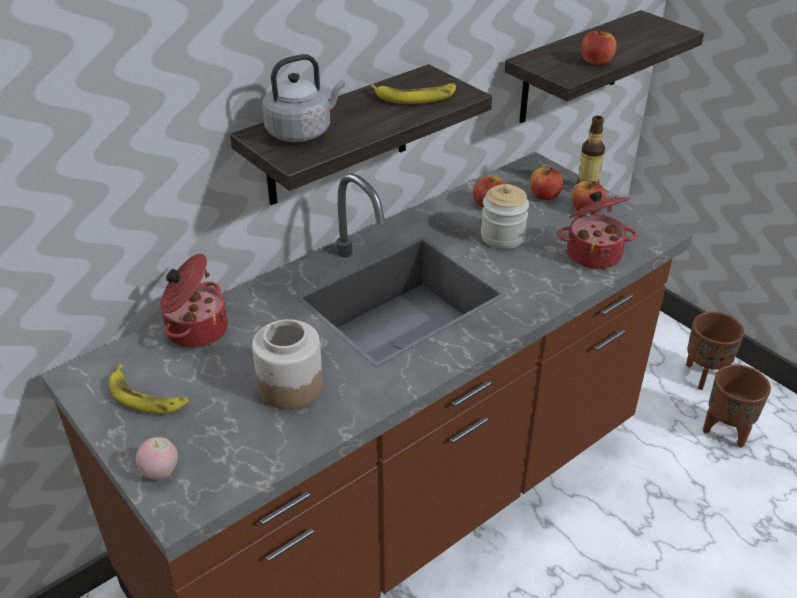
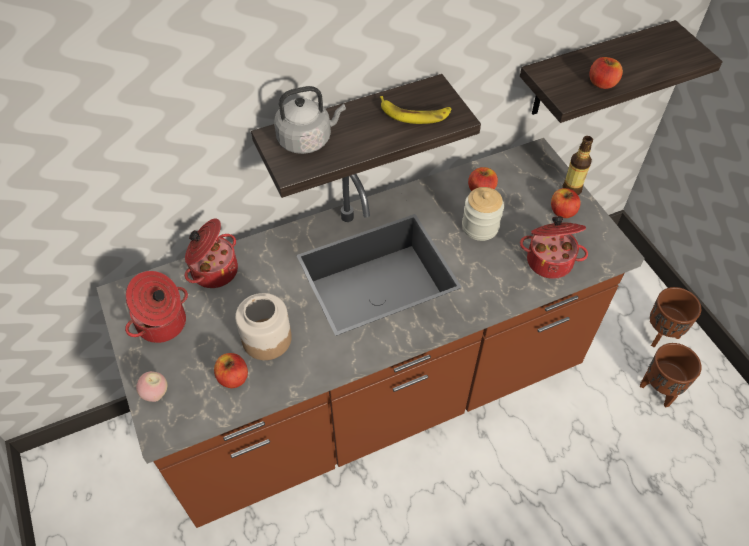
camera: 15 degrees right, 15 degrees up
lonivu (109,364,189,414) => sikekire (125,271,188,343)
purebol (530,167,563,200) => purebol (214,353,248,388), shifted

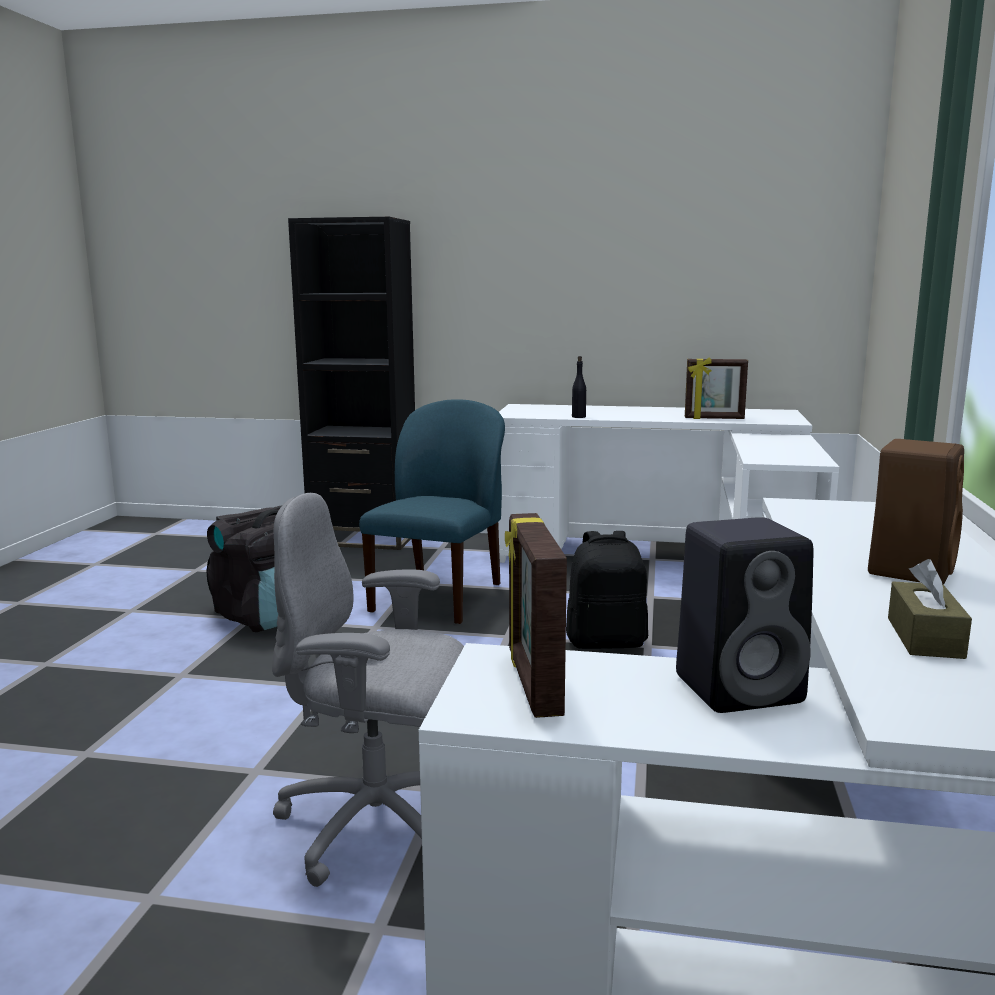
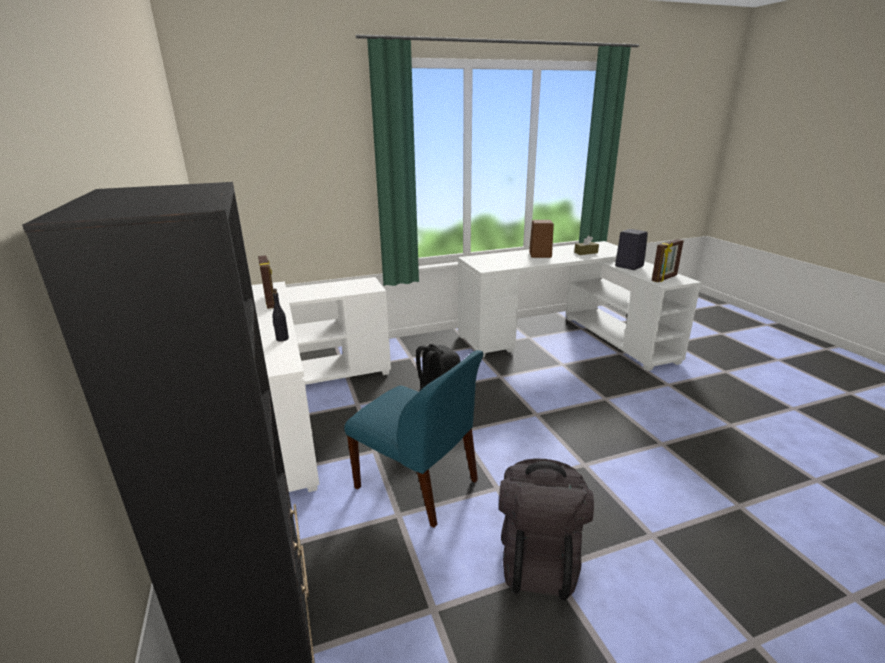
camera: 120 degrees left, 10 degrees up
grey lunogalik (272,493,464,887) => nothing
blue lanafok (359,399,505,624) => blue lanafok (344,350,483,528), 135 degrees counterclockwise

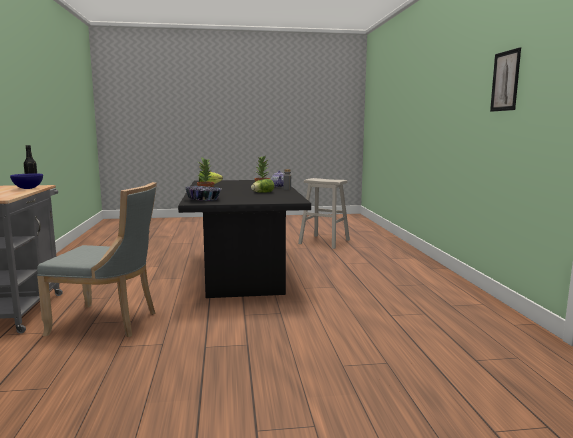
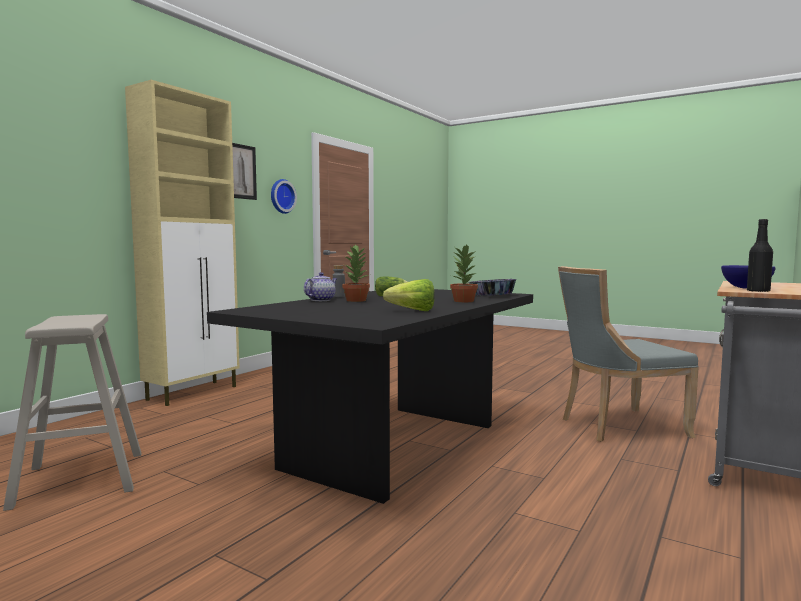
camera: 140 degrees left, 5 degrees down
grey lanafok (37,182,157,337) => grey lanafok (558,266,699,442), 60 degrees counterclockwise
nothing => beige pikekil (125,80,240,406)
nothing => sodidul (271,179,297,214)

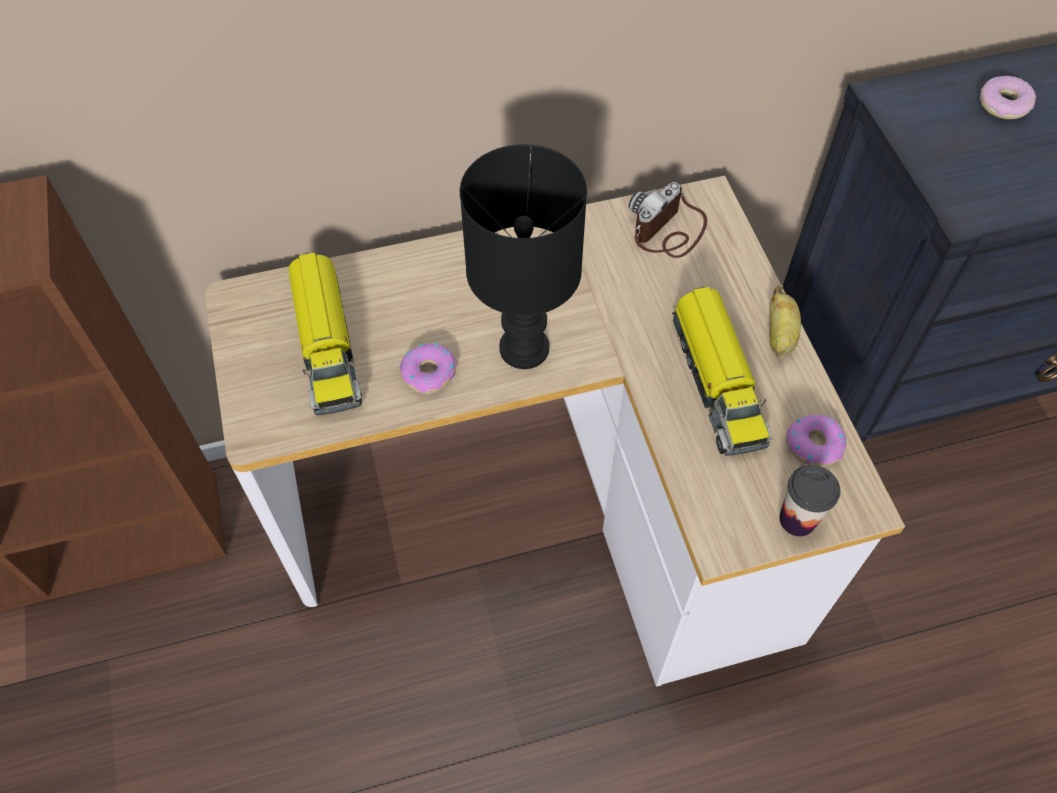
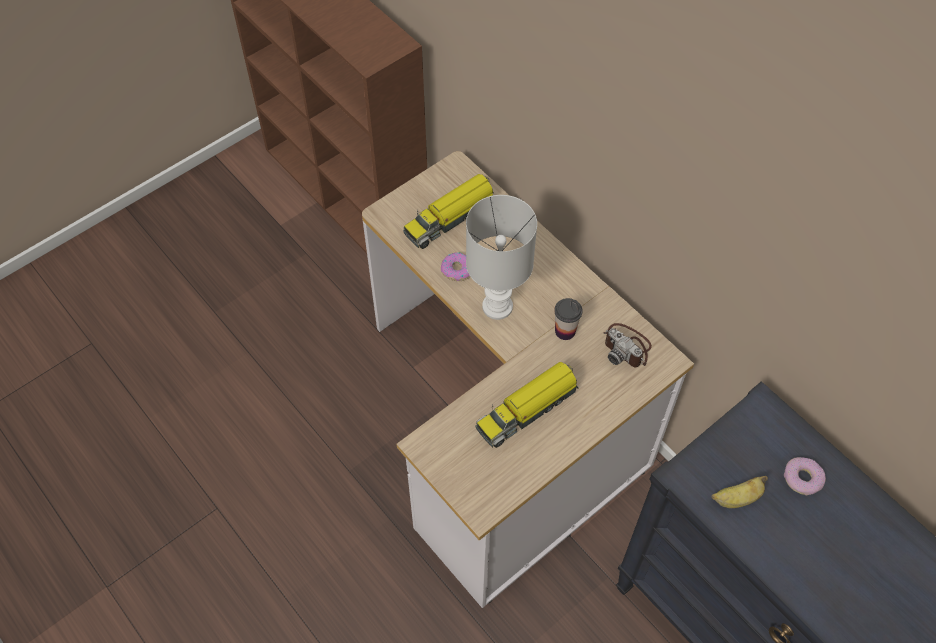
camera: 65 degrees right, 0 degrees up
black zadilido (460,144,587,369) => white zadilido (466,195,537,320)
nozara (628,182,707,258) => nozara (603,323,652,367), 150 degrees counterclockwise
lonivu (769,285,801,357) => lonivu (711,476,768,508), shifted
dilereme (779,465,840,536) => dilereme (554,298,583,340), shifted
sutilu (786,415,846,466) => nothing

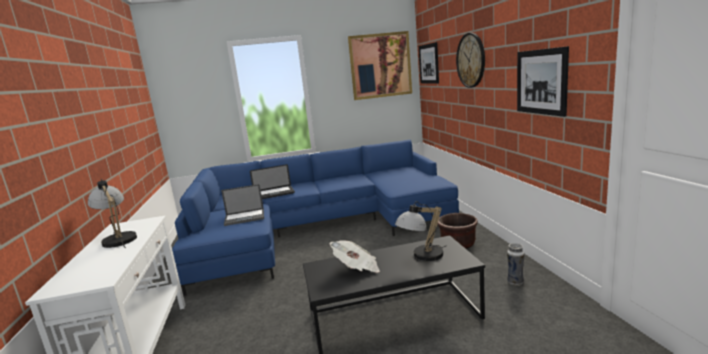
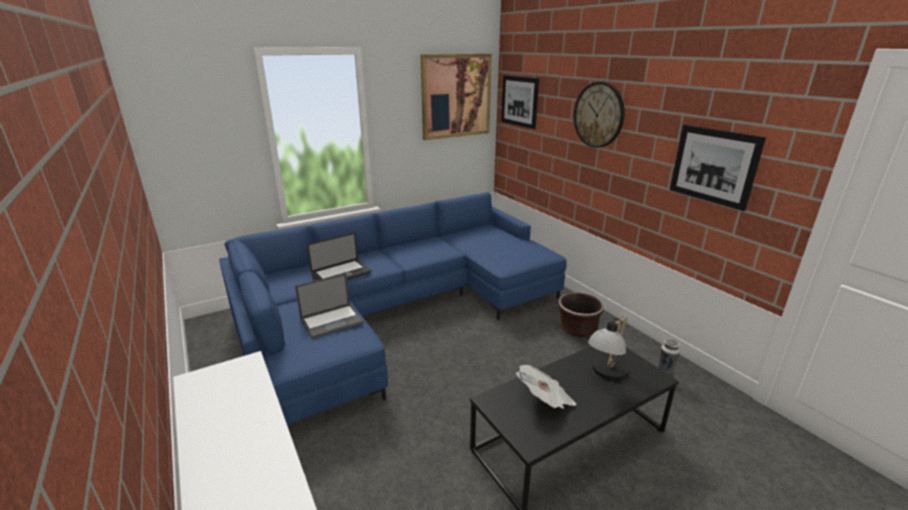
camera: 20 degrees left, 10 degrees up
zadilido (88,179,137,248) => nothing

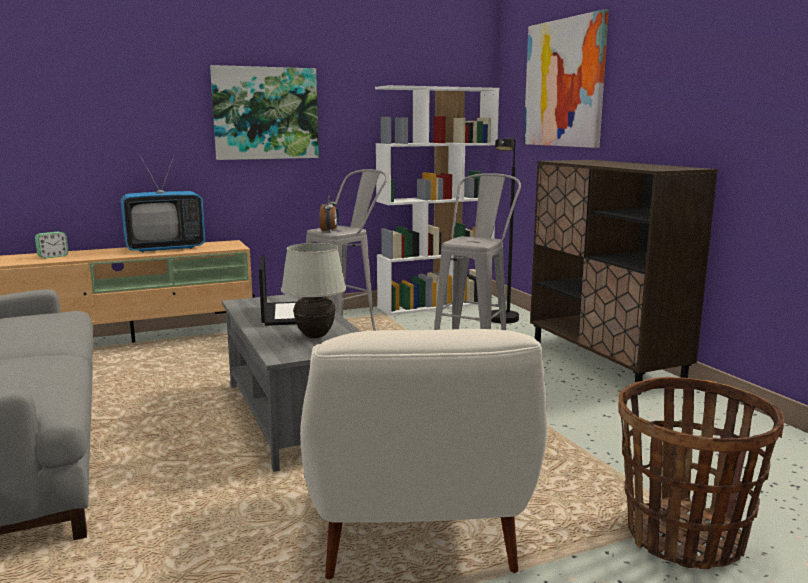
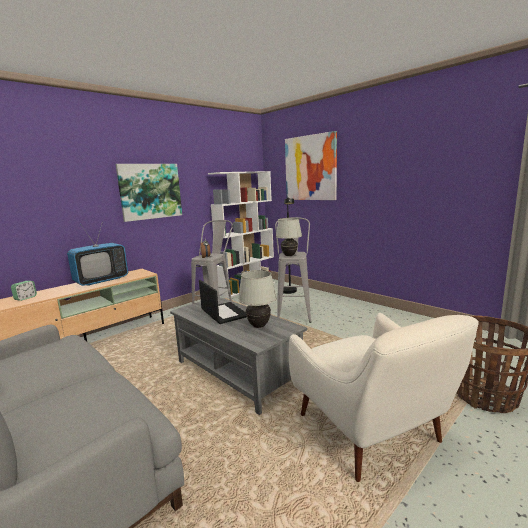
camera: 20 degrees left, 0 degrees up
brown pikekil (530,160,718,395) => nothing
nothing => white zadilido (276,218,302,256)

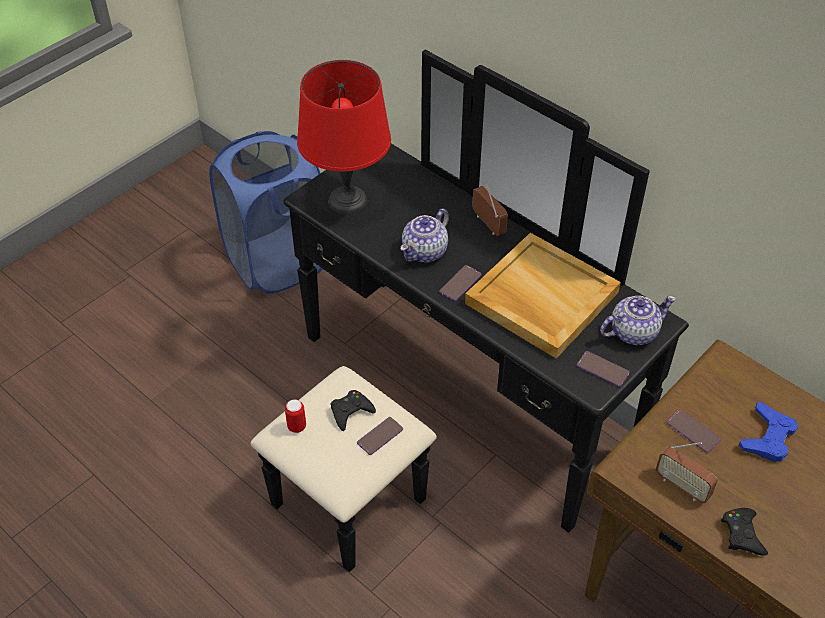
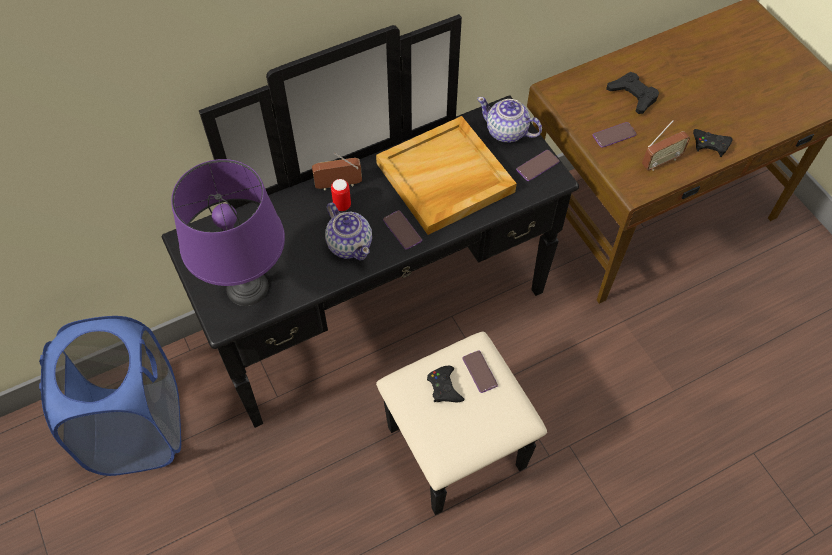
camera: 70 degrees left, 10 degrees up
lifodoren (285,399,306,433) => lifodoren (331,179,351,211), shifted
red zadilido (297,60,391,214) => purple zadilido (171,159,285,306)
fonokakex (600,296,676,345) => fonokakex (477,97,542,143), 60 degrees counterclockwise
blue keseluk (738,402,798,462) => black keseluk (606,72,659,114)

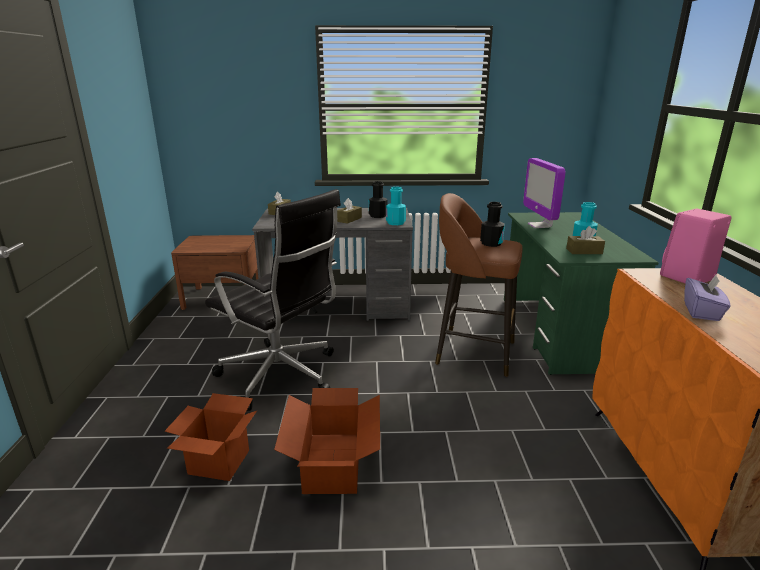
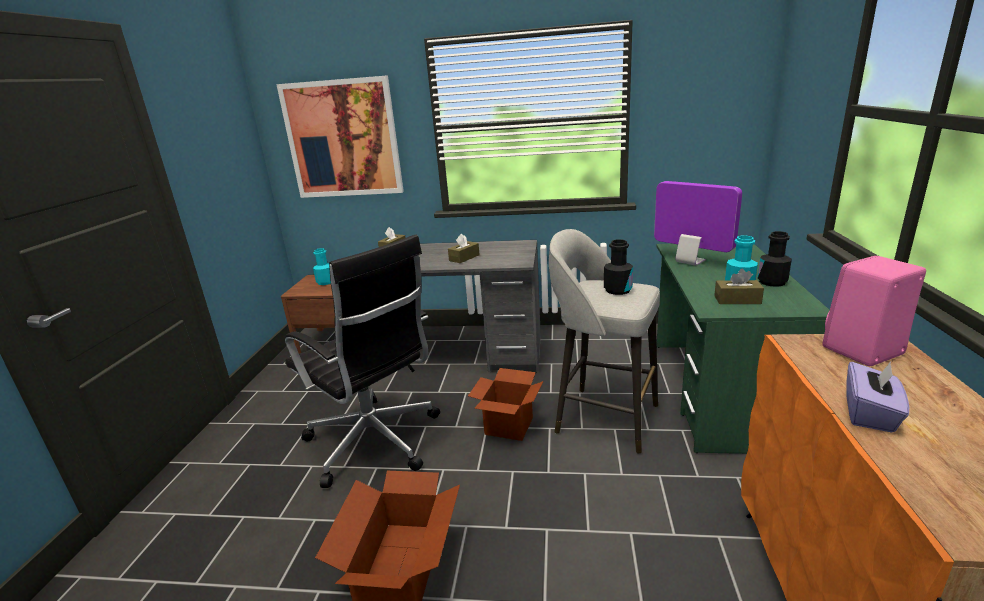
camera: 10 degrees right, 0 degrees up
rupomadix (165,393,257,481) => rupomadix (468,368,543,441), shifted
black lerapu (369,181,387,218) => black lerapu (757,231,792,287), shifted
turquoise lerapu (386,187,406,225) => turquoise lerapu (313,248,331,285), shifted
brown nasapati (435,193,523,377) => grey nasapati (549,229,660,454)
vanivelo (523,158,565,228) => vanivelo (654,181,742,266), 135 degrees clockwise
nothing => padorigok (276,76,404,198)

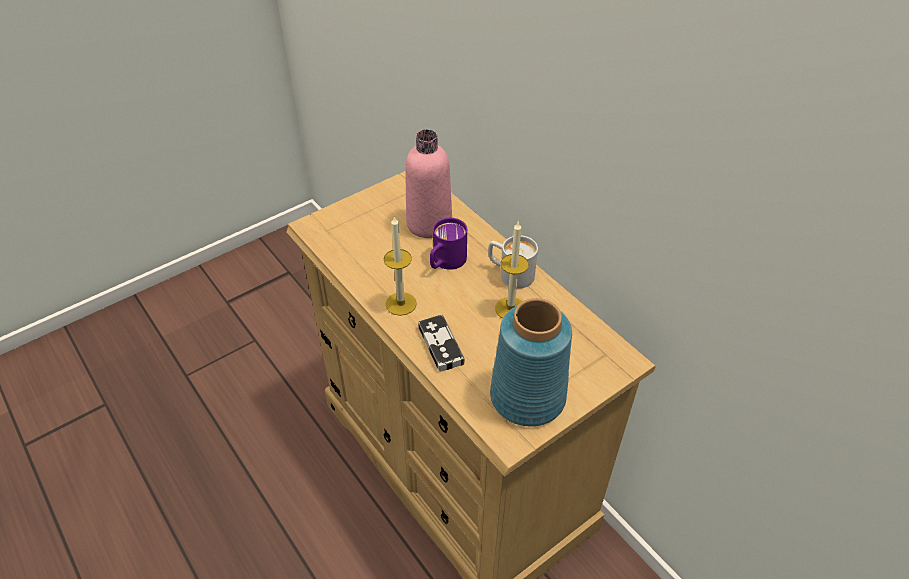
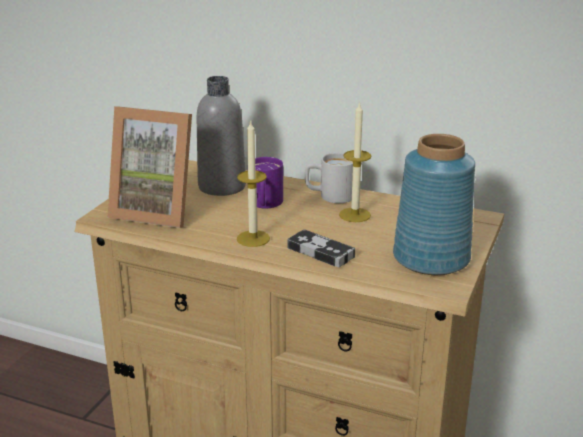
camera: 30 degrees left, 20 degrees down
pink lerapu (405,129,452,238) => grey lerapu (197,76,246,196)
nothing => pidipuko (107,106,192,228)

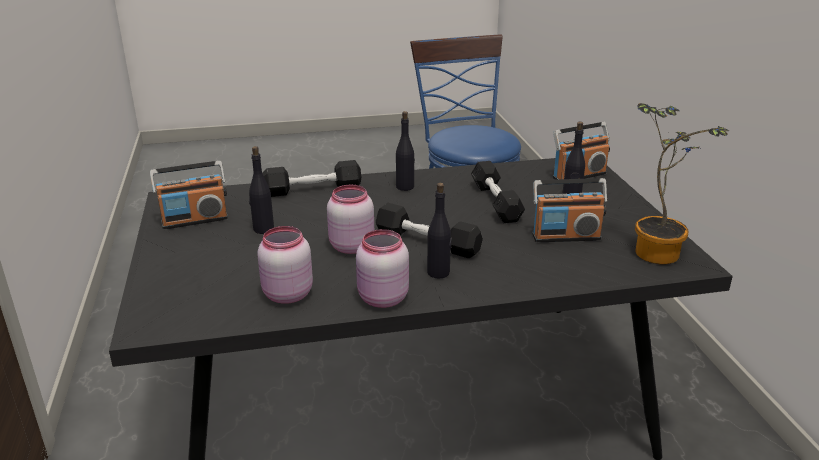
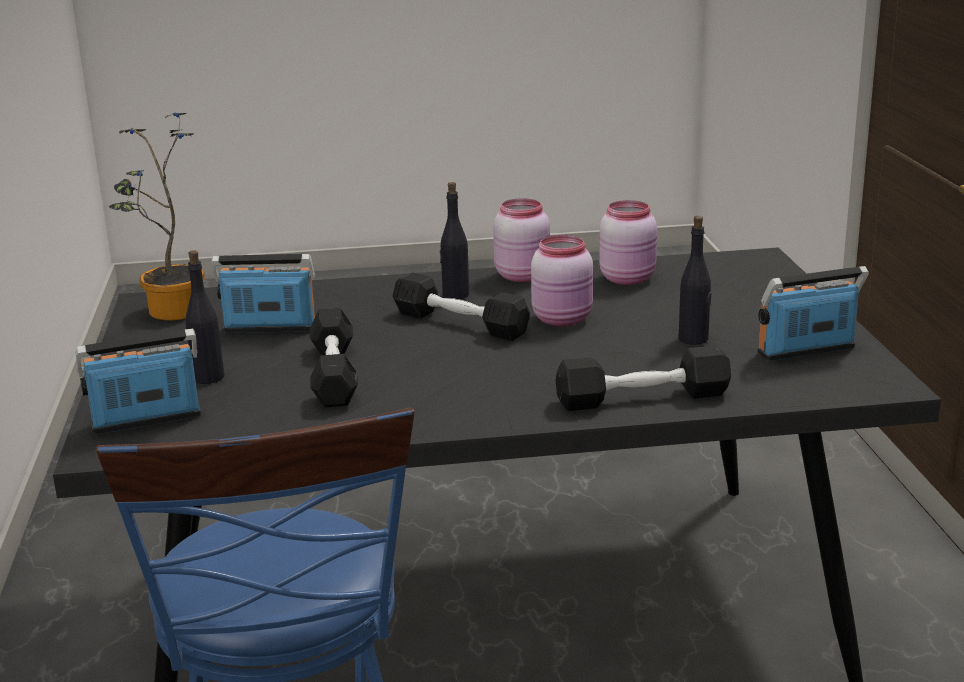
camera: 175 degrees left, 5 degrees down
black lerapu (396,111,415,191) => nothing

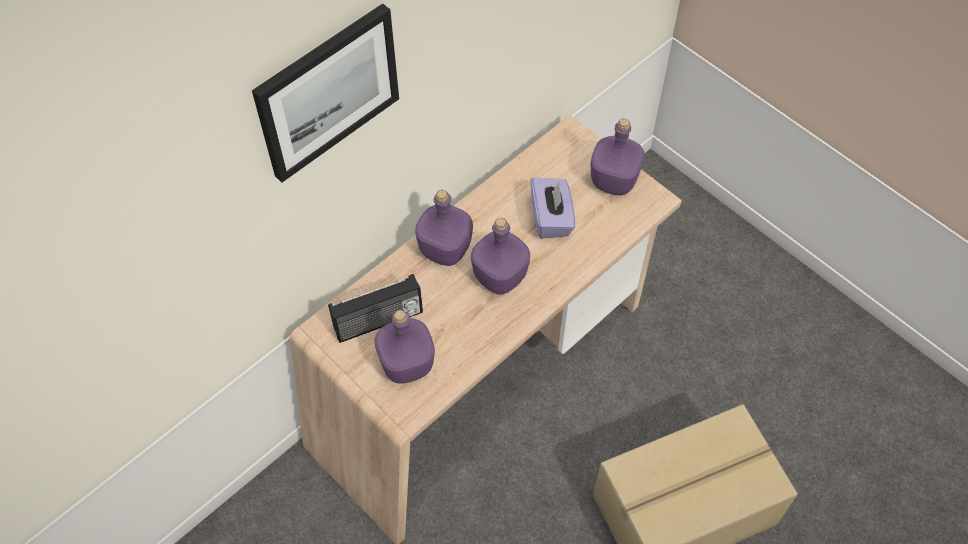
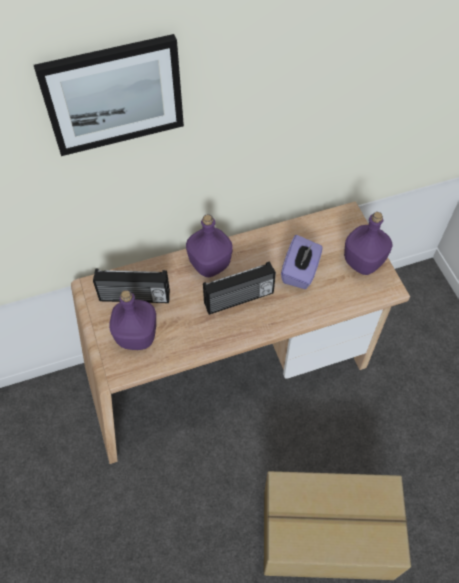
camera: 25 degrees right, 0 degrees up
purple lerapu (471,218,530,294) => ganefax (203,261,276,315)

